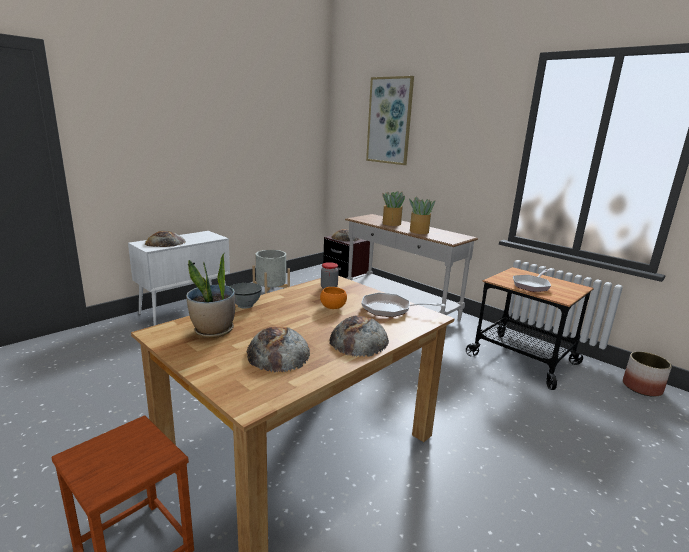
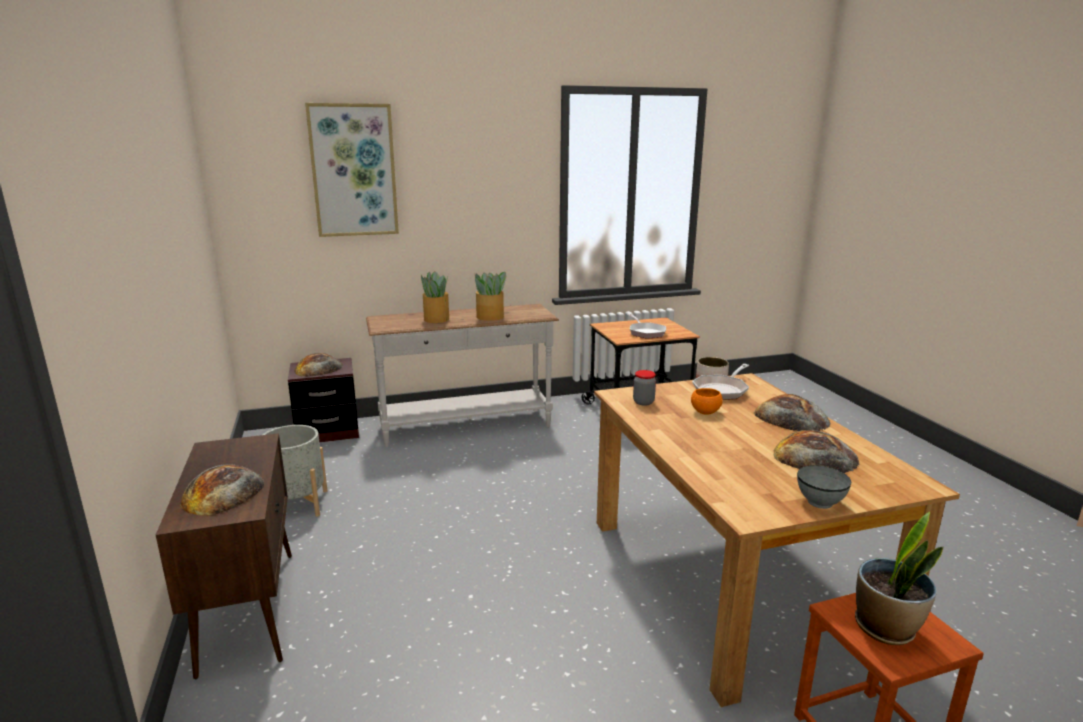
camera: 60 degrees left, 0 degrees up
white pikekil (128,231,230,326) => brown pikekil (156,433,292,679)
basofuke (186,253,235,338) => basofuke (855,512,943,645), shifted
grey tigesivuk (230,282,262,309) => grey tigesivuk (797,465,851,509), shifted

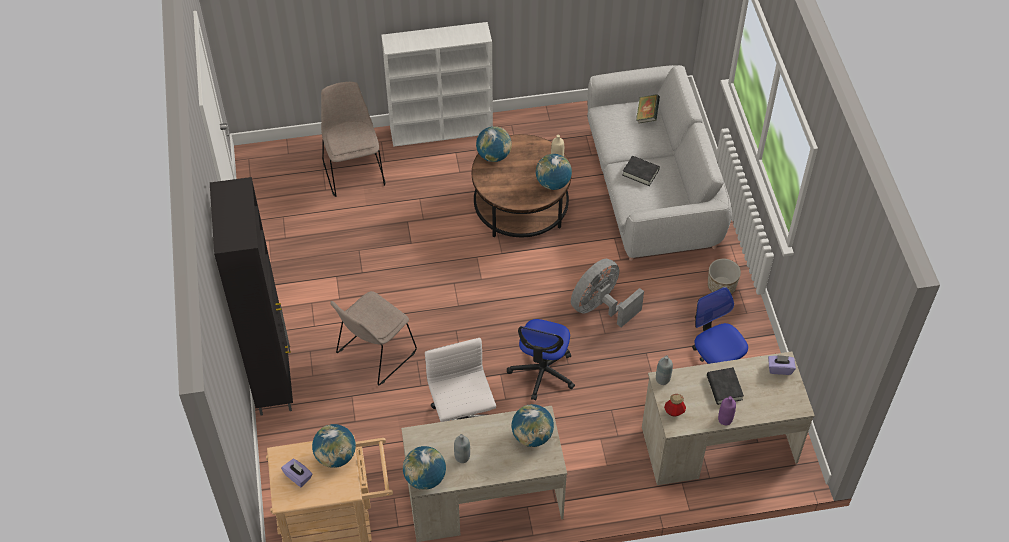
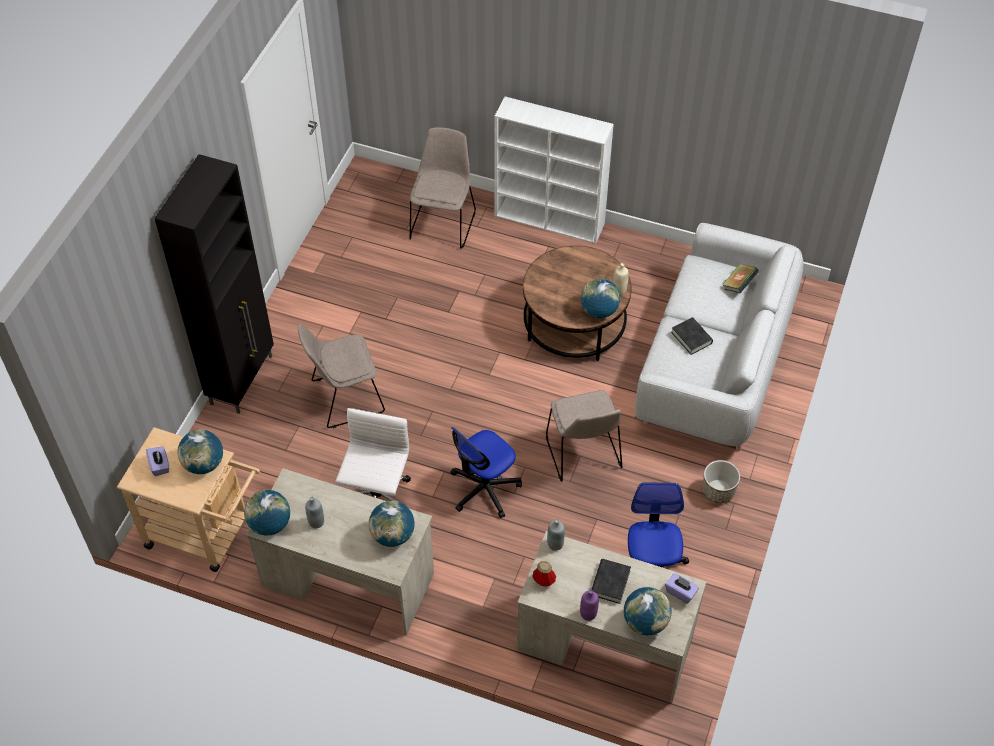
camera: 30 degrees right, 0 degrees up
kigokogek (476,126,512,162) => kigokogek (624,587,671,635), shifted
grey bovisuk (571,259,644,327) => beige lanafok (546,390,622,482)

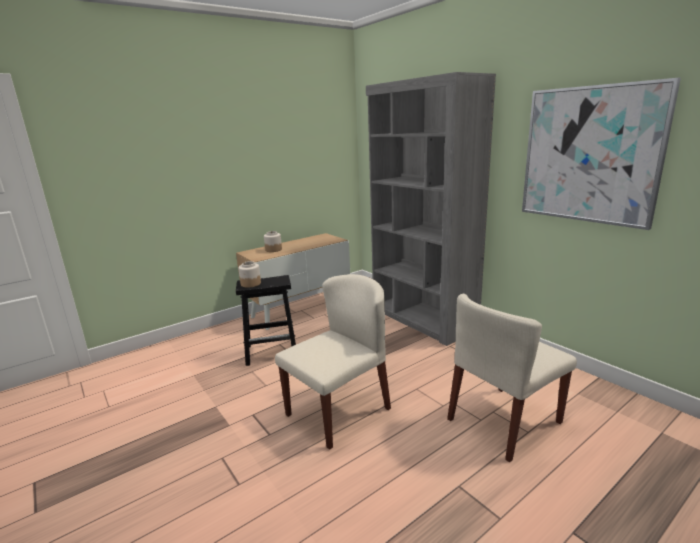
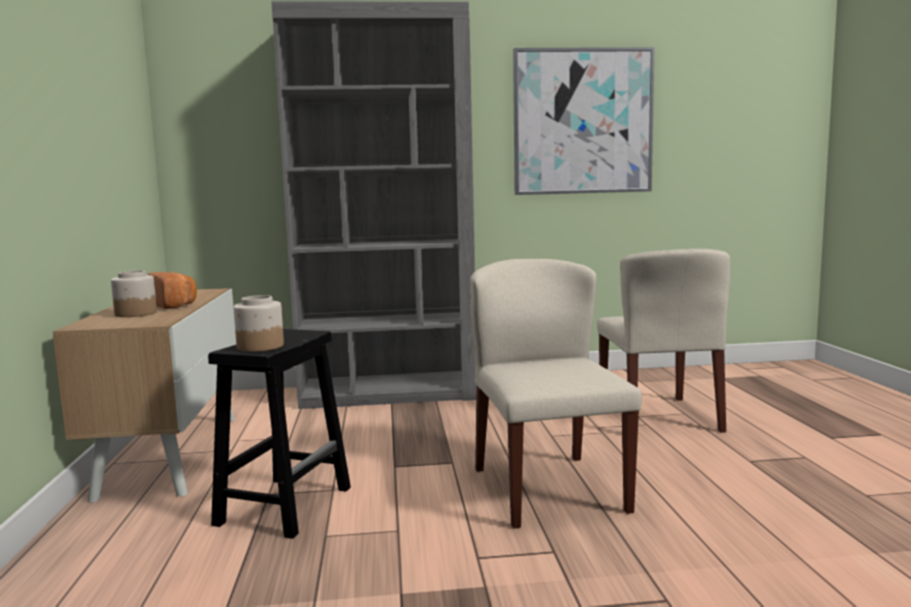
camera: 60 degrees left, 10 degrees down
nothing => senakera (147,272,197,309)

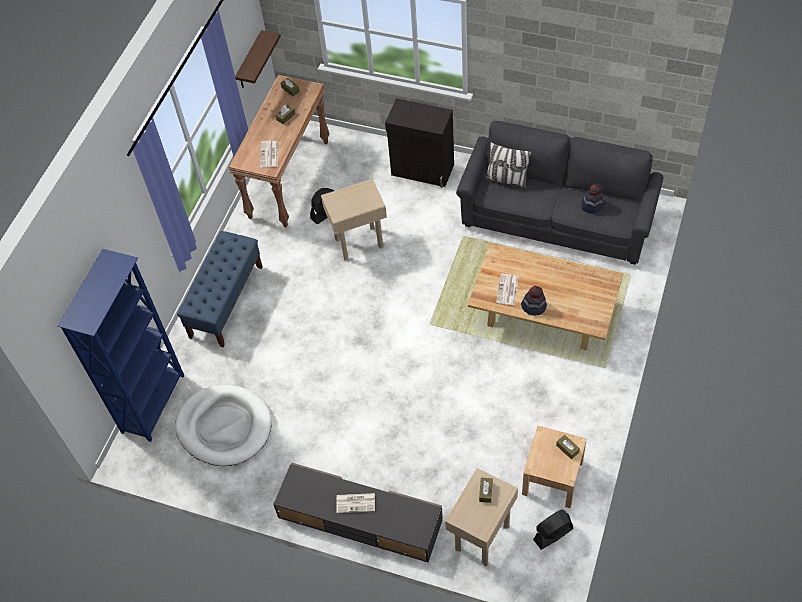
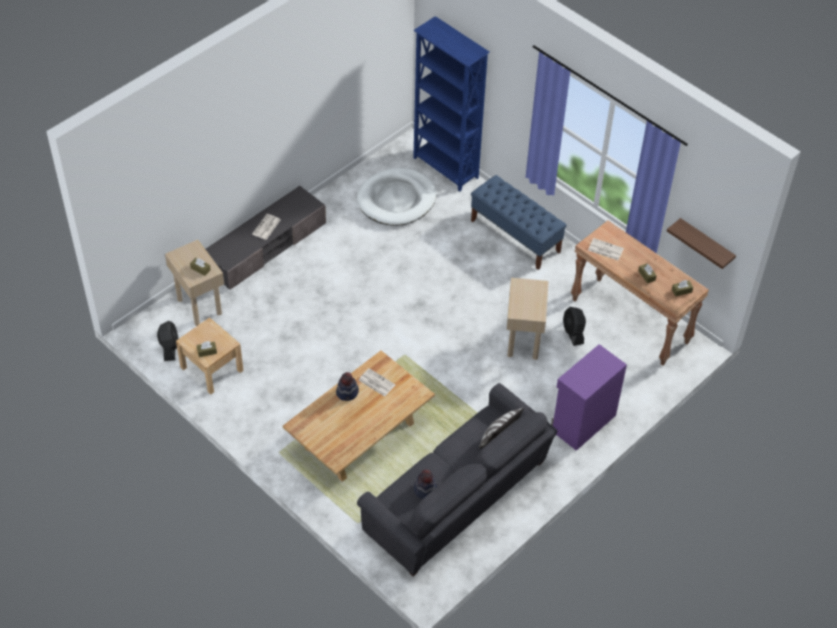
camera: 110 degrees right, 5 degrees down
black pikekil (385,98,454,188) => purple pikekil (551,344,627,451)

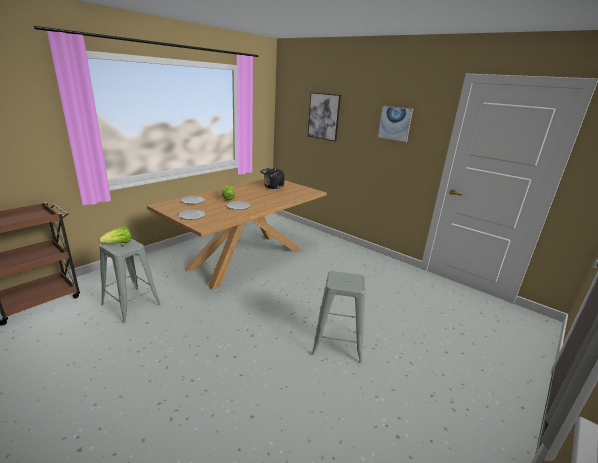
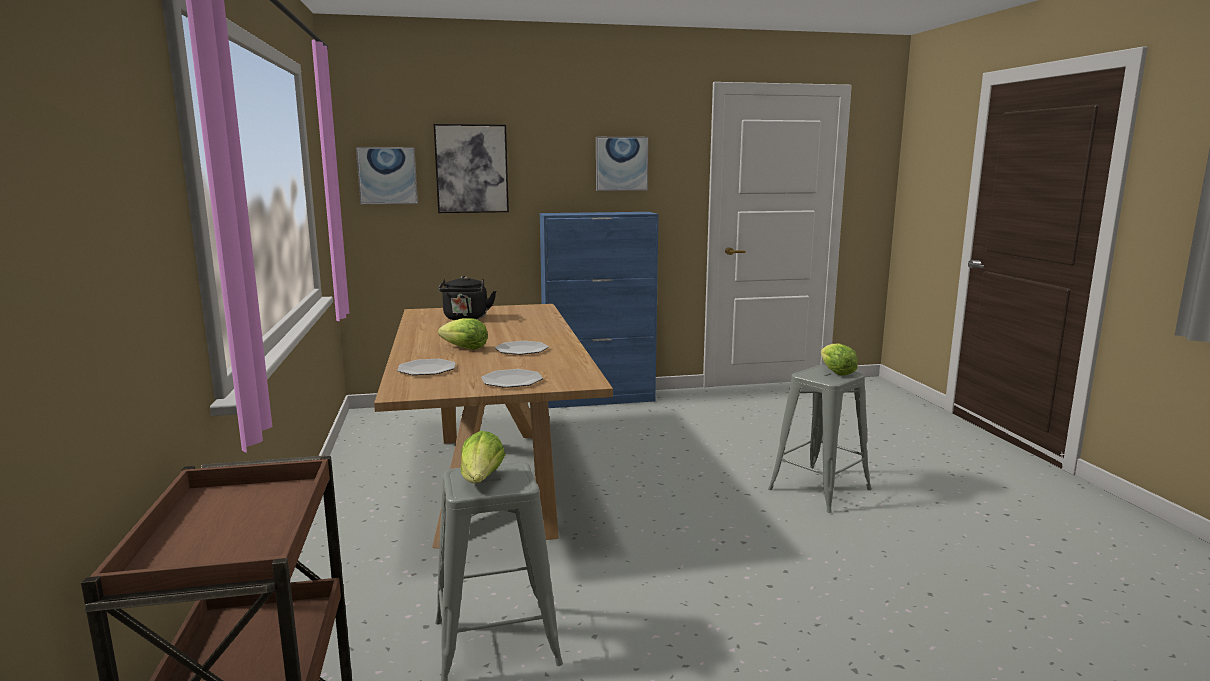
camera: 50 degrees left, 10 degrees down
nothing => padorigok (356,147,418,205)
nothing => blue pikekil (540,212,659,408)
nothing => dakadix (821,343,858,376)

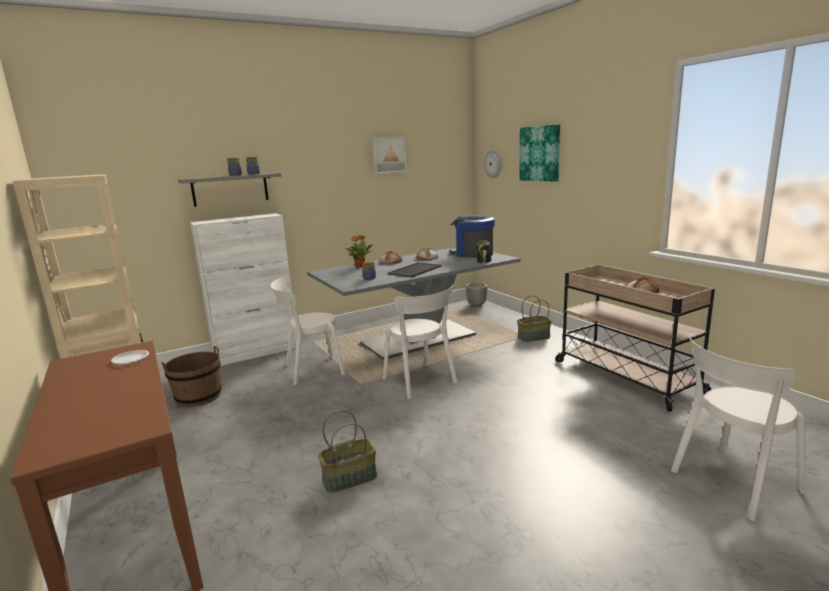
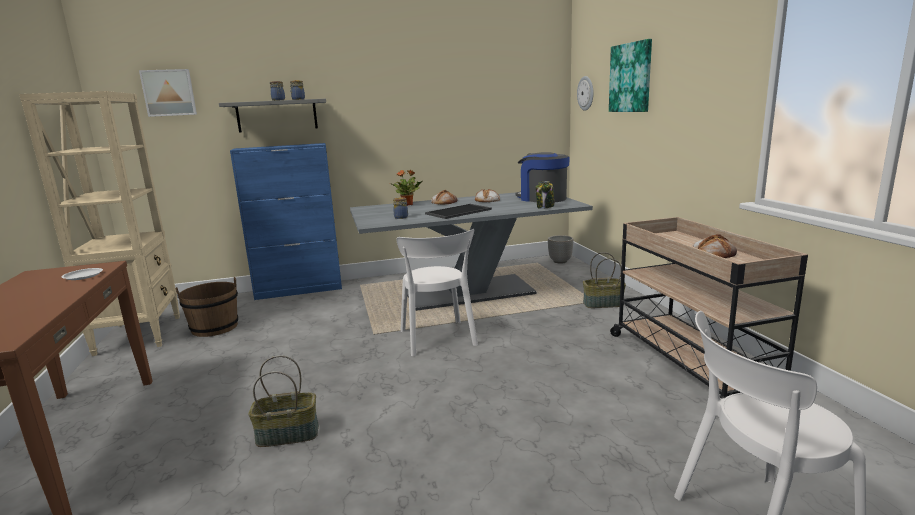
camera: 15 degrees right, 0 degrees up
white pikekil (190,213,297,366) => blue pikekil (230,143,342,300)
white lanafok (271,278,345,385) => nothing
padorigok (372,137,407,174) => padorigok (139,69,197,117), shifted

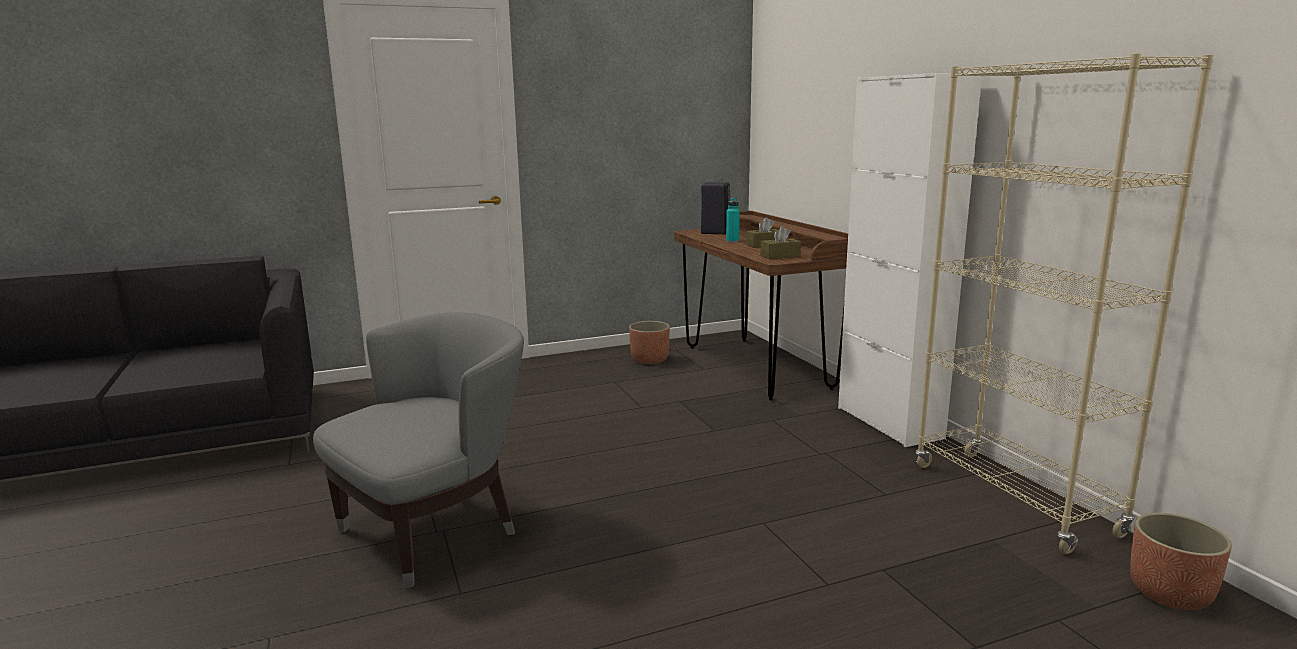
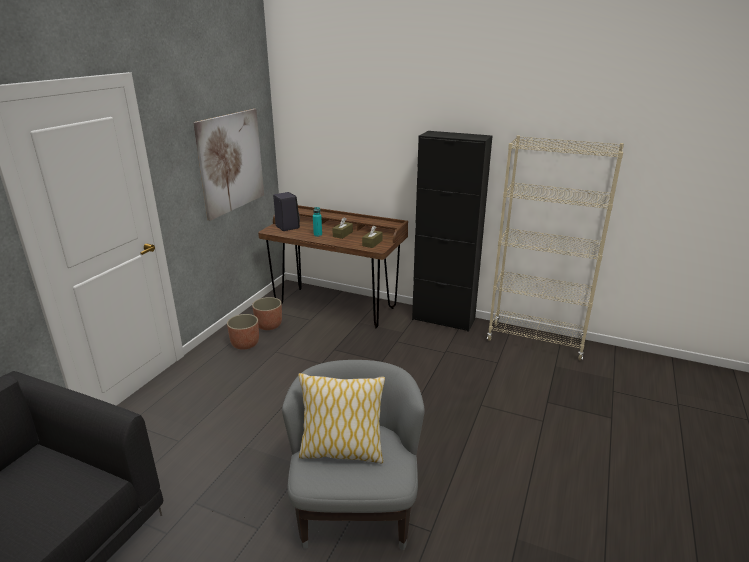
camera: 45 degrees left, 10 degrees up
white pikekil (838,73,982,447) => black pikekil (412,131,492,332)
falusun (1130,513,1232,610) => falusun (227,314,259,350), shifted
nothing => padorigok (193,109,264,221)
nothing => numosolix (298,373,385,464)

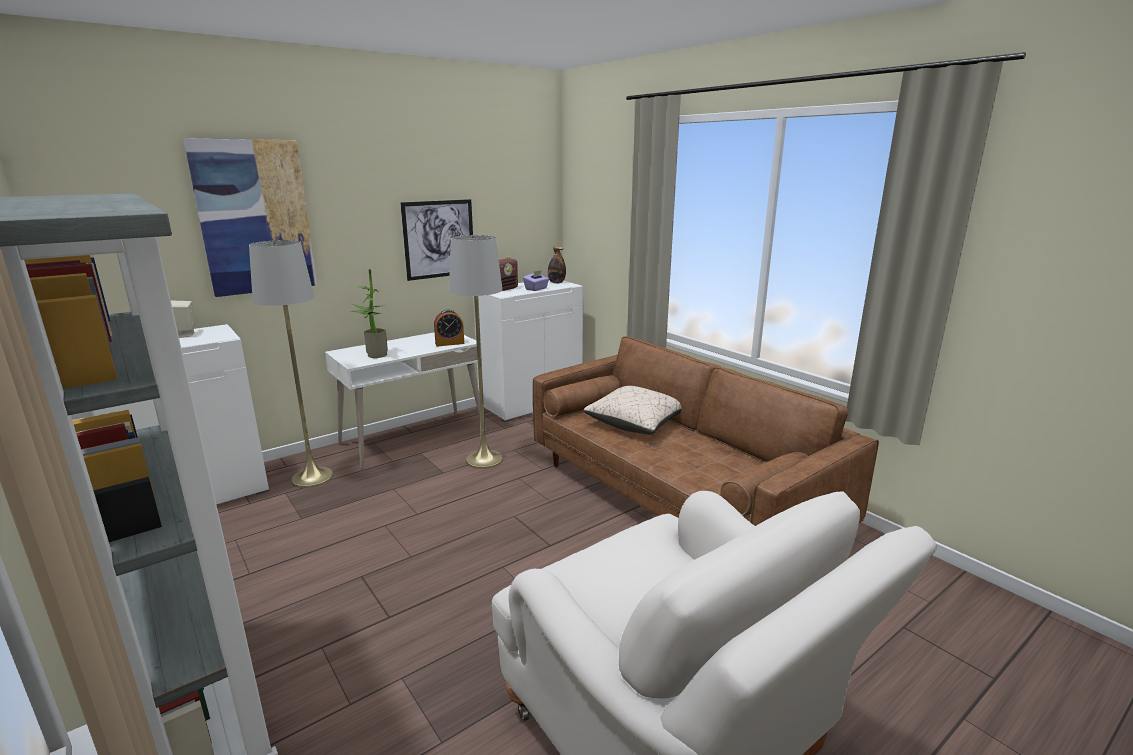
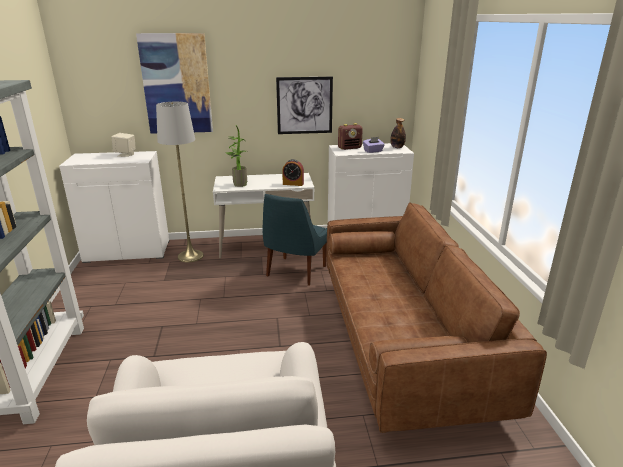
camera: 30 degrees right, 5 degrees up
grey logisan (449,235,503,469) => blue lanafok (263,194,327,286)
beige numosolix (583,386,681,434) => nothing

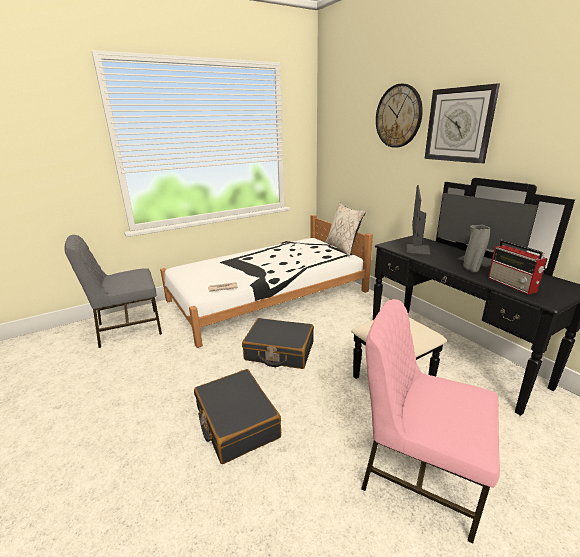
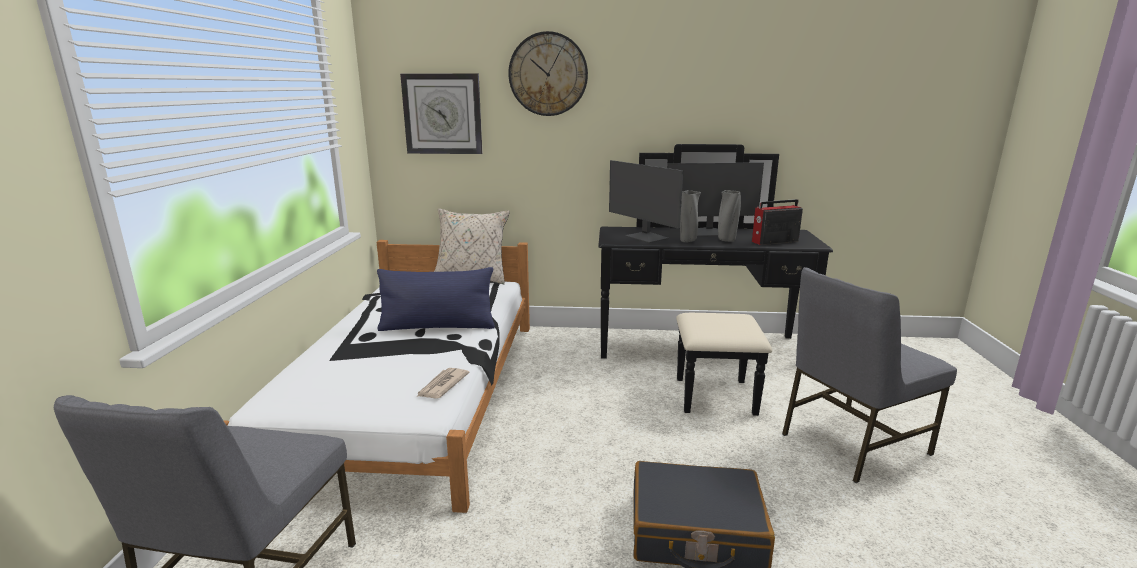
camera: 55 degrees left, 5 degrees down
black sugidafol (242,318,314,369) => nothing
pink lanafok (361,299,500,544) => grey lanafok (782,267,957,483)
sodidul (425,83,500,164) => sodidul (400,73,482,154), shifted
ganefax (488,240,548,295) => ganefax (752,199,803,245), 150 degrees clockwise
nothing => blue numosolix (377,267,495,331)
nothing => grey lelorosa (680,190,701,243)

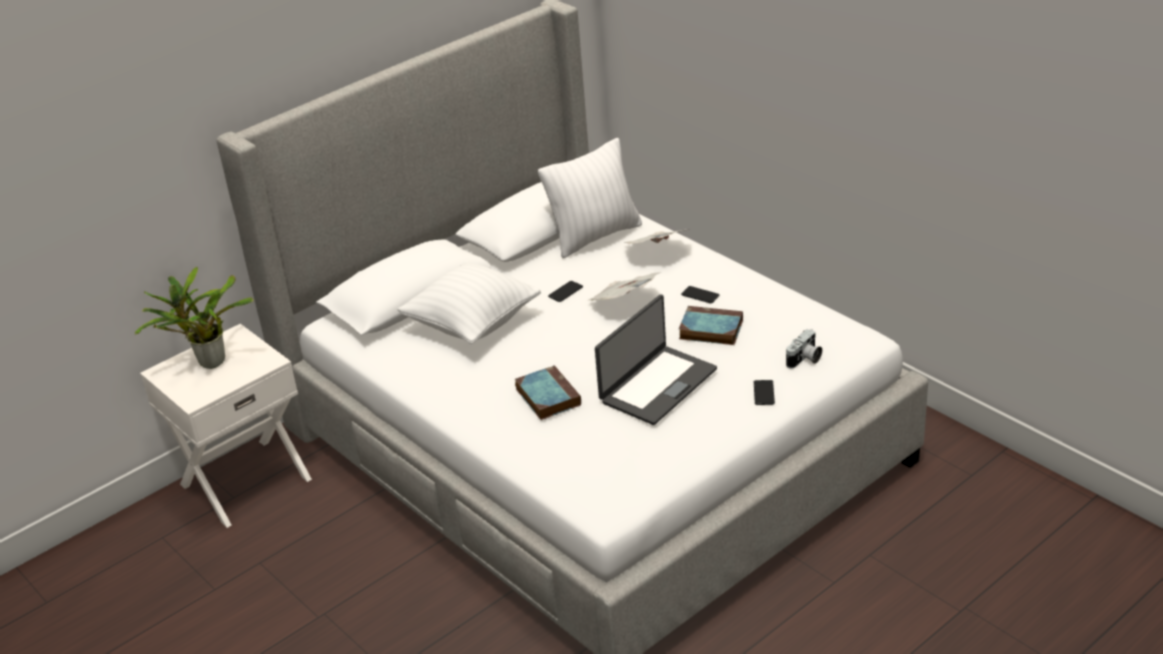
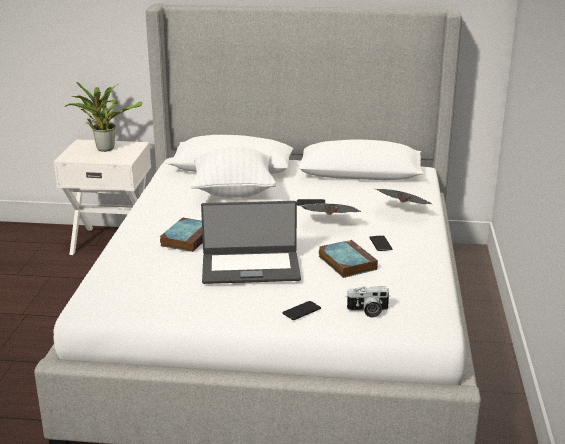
camera: 45 degrees right, 10 degrees down
white numosolix (538,138,642,258) => nothing

